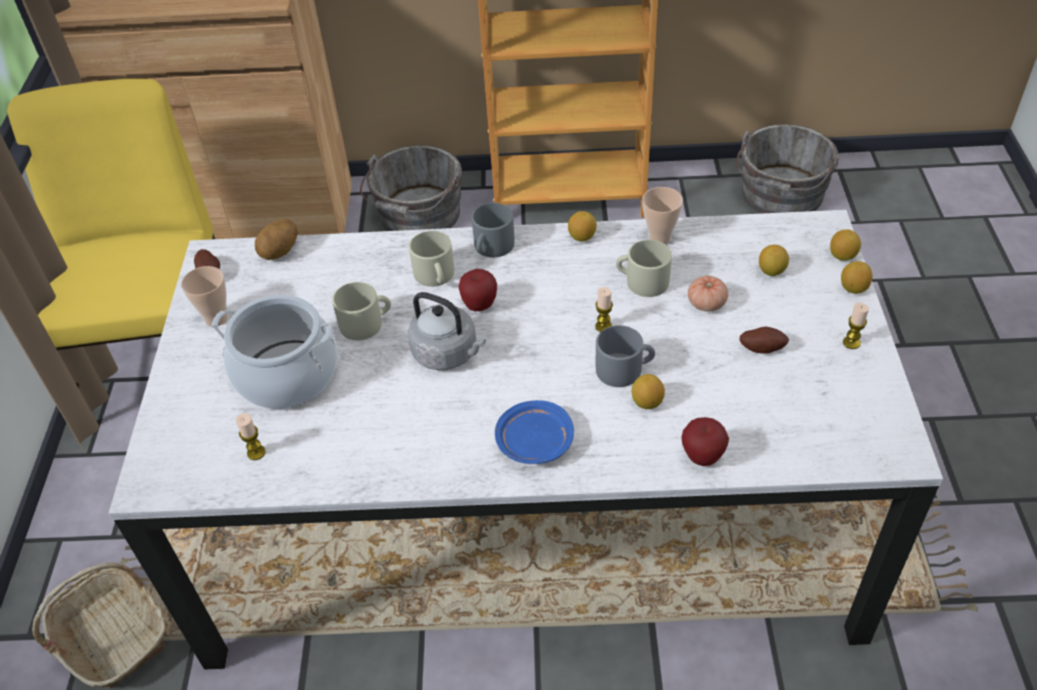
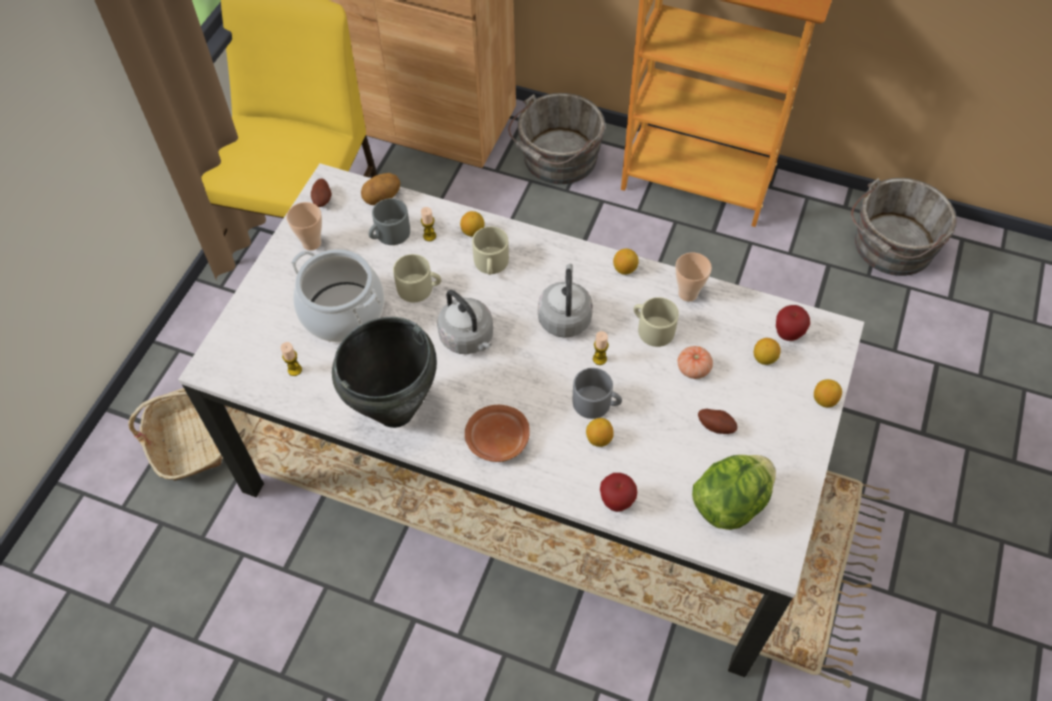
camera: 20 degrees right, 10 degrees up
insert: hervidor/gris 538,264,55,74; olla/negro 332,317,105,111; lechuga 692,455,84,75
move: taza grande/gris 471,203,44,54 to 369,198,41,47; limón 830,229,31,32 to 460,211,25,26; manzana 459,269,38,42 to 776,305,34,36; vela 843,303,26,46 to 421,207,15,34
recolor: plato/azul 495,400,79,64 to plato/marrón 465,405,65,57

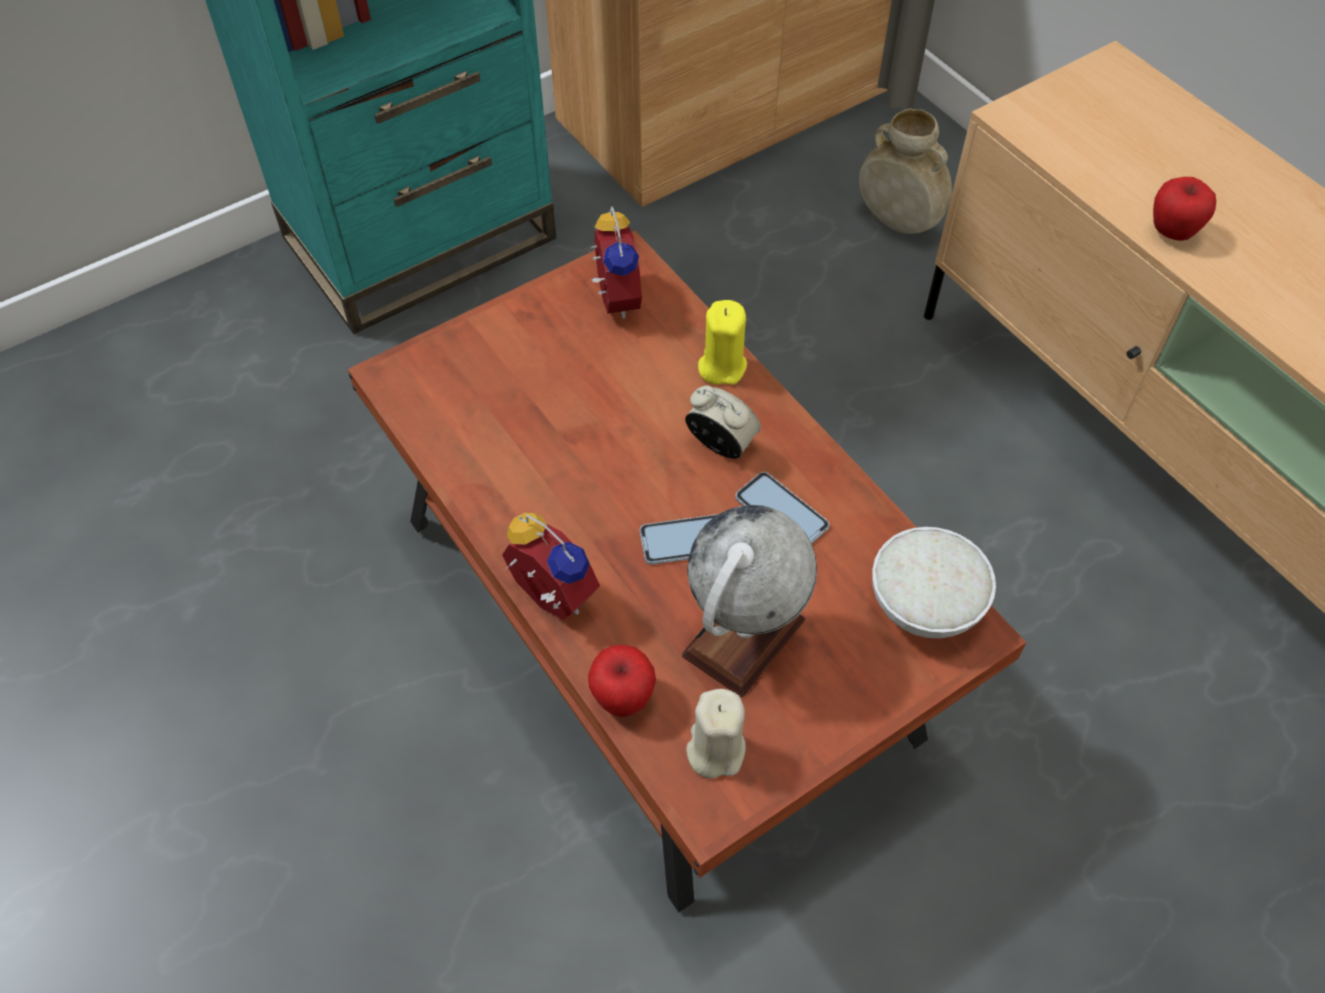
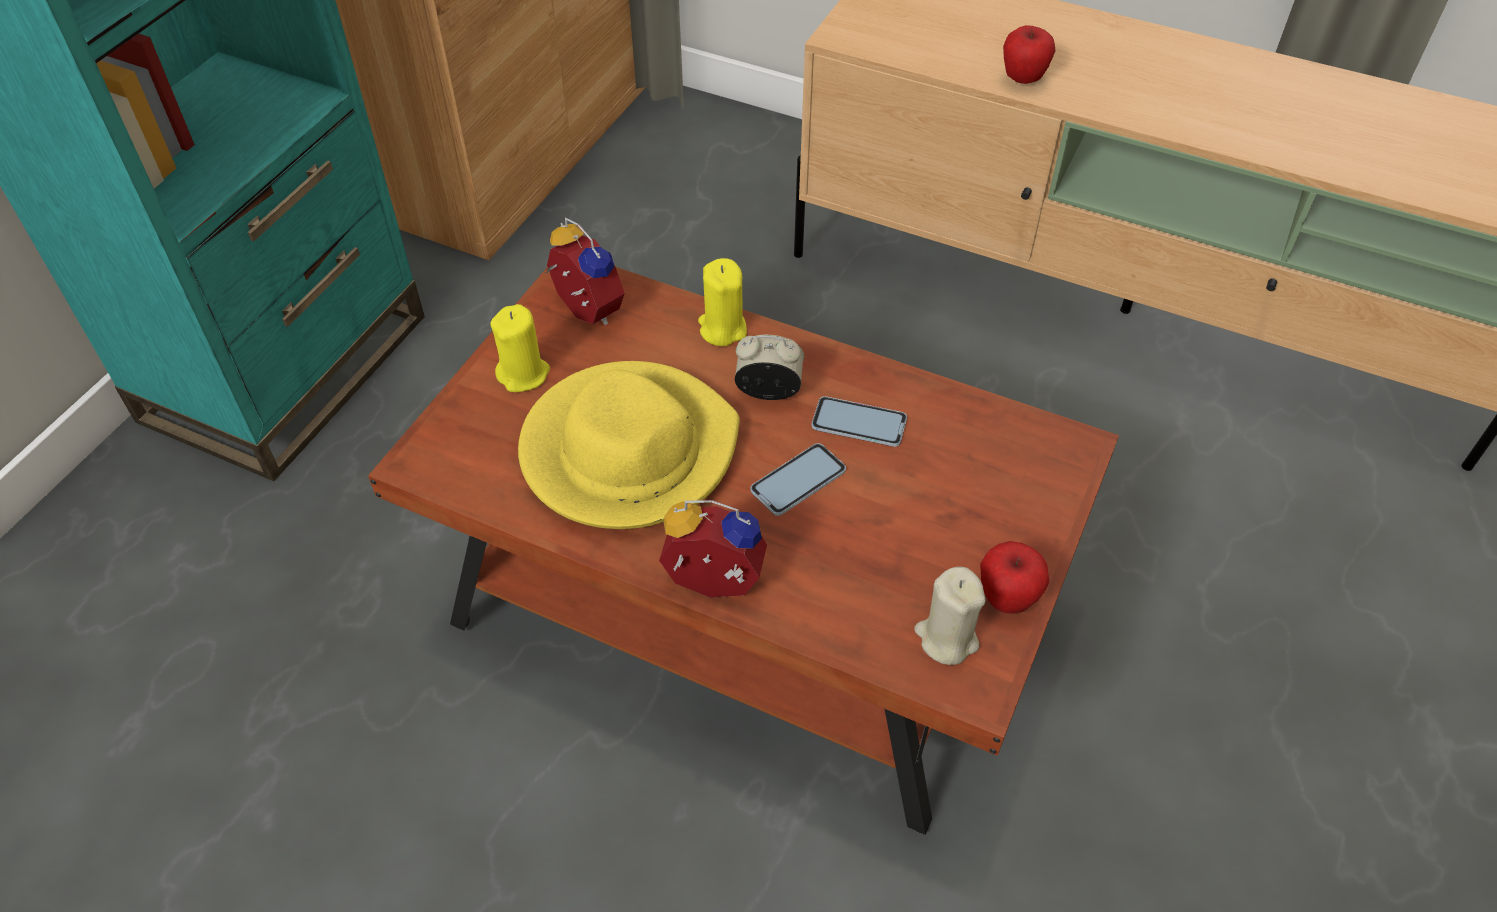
camera: 30 degrees left, 5 degrees down
delete: florero/beis 859,108,93,126; globo terráqueo 682,505,135,192; cuenco/blanco 872,527,124,112
insert: vela/amarillo 491,304,59,88; sombrero/amarillo 518,361,222,168
move: manzana 588,645,68,72 to 980,541,70,73

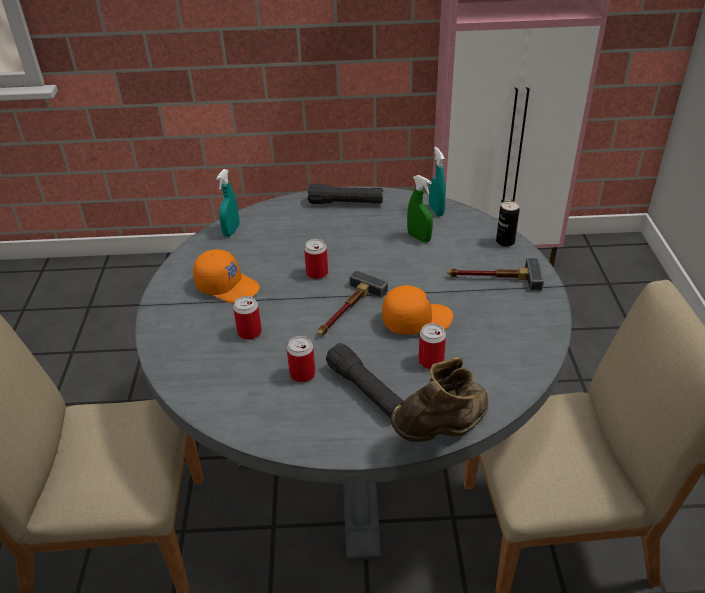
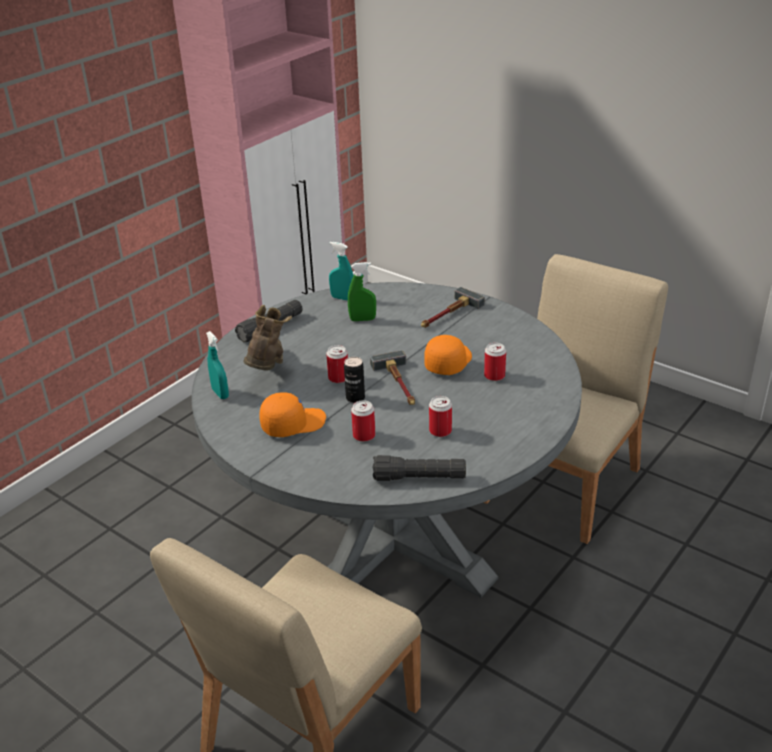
camera: 50 degrees left, 5 degrees down
move: lata 496,201,24,46 to 344,357,21,46; linterna/negro 326,343,78,75 to 373,455,93,26; bota/marrón 390,357,98,85 to 244,305,48,66

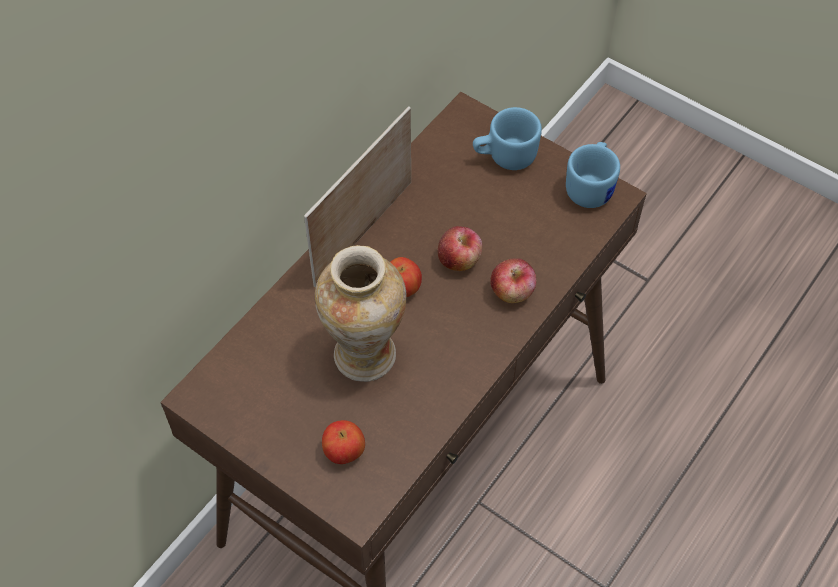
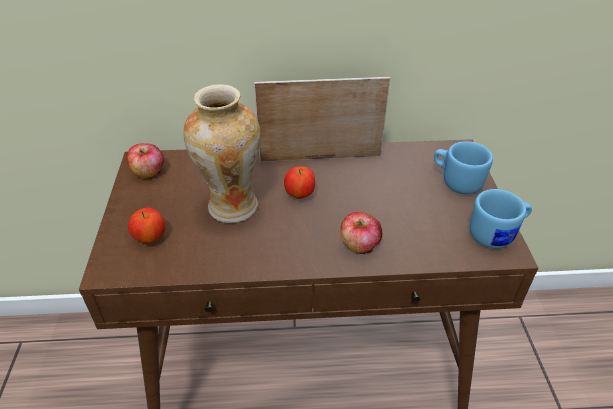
camera: 50 degrees right, 15 degrees down
move: manzana 438,226,44,45 to 126,143,38,36

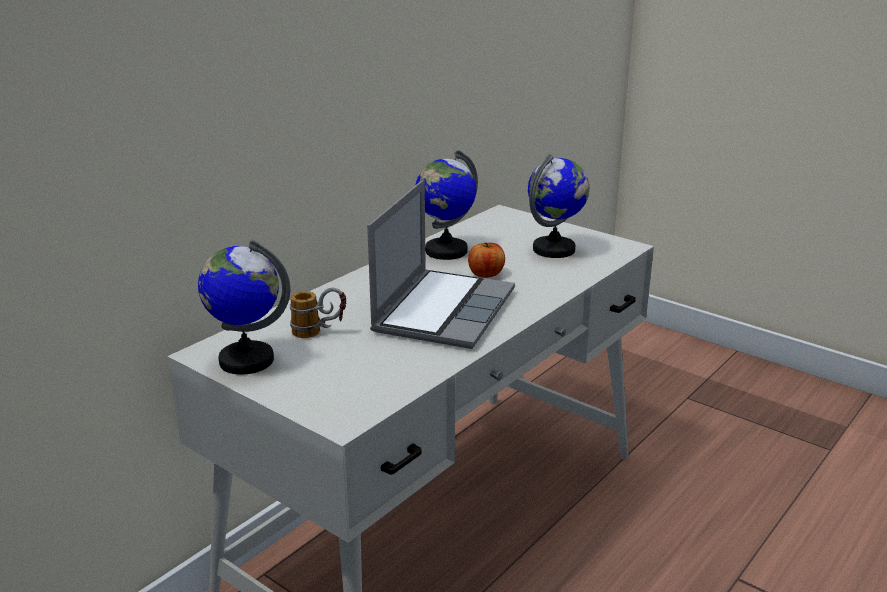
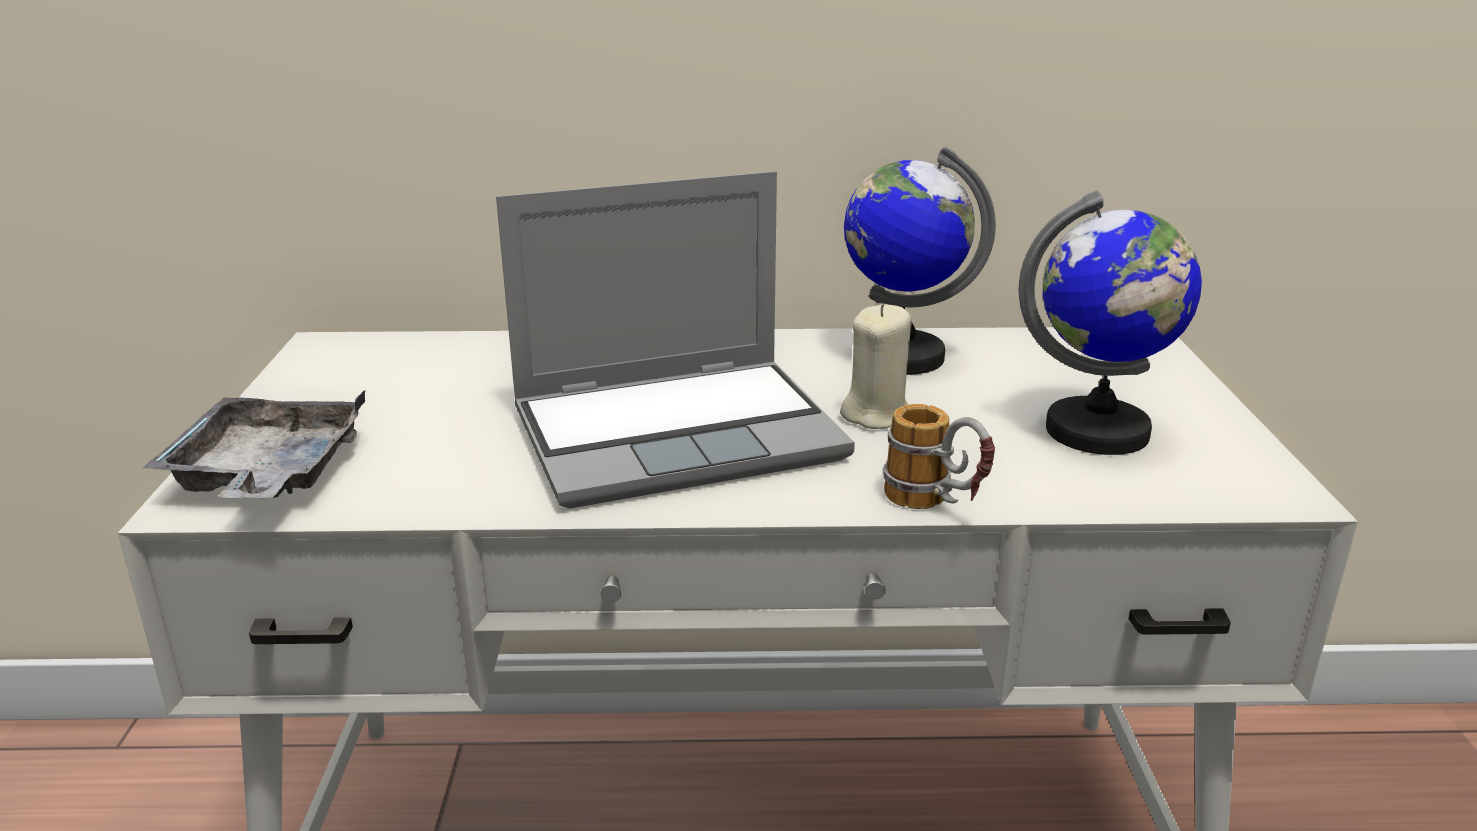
camera: 50 degrees right, 0 degrees up
delete: globo terráqueo 198,240,92,135
insert: bandeja/gris 143,389,223,110
move: taza grande 290,288,56,50 to 883,404,112,105
replace: manzana 468,243,37,35 to vela/beis 840,304,72,125

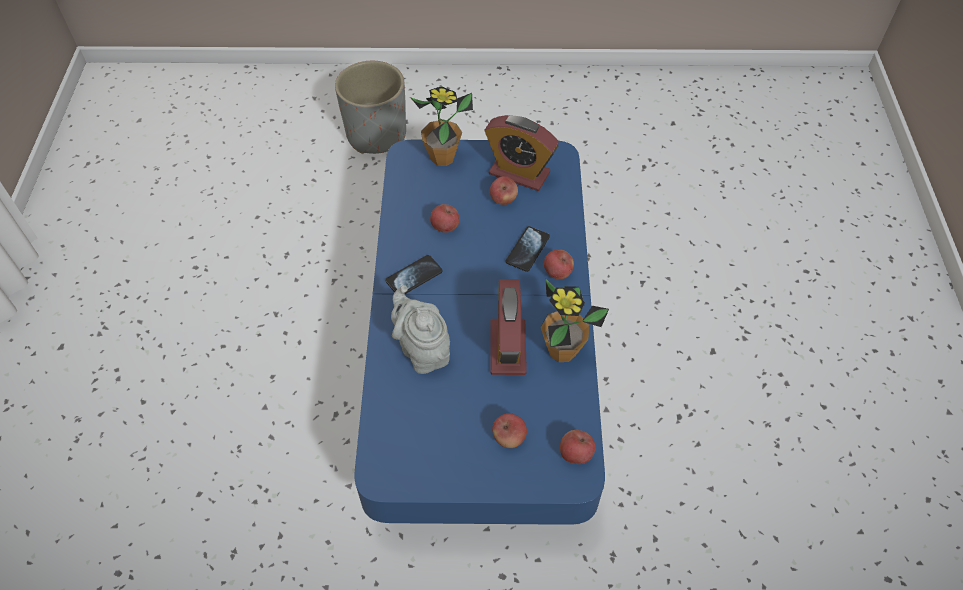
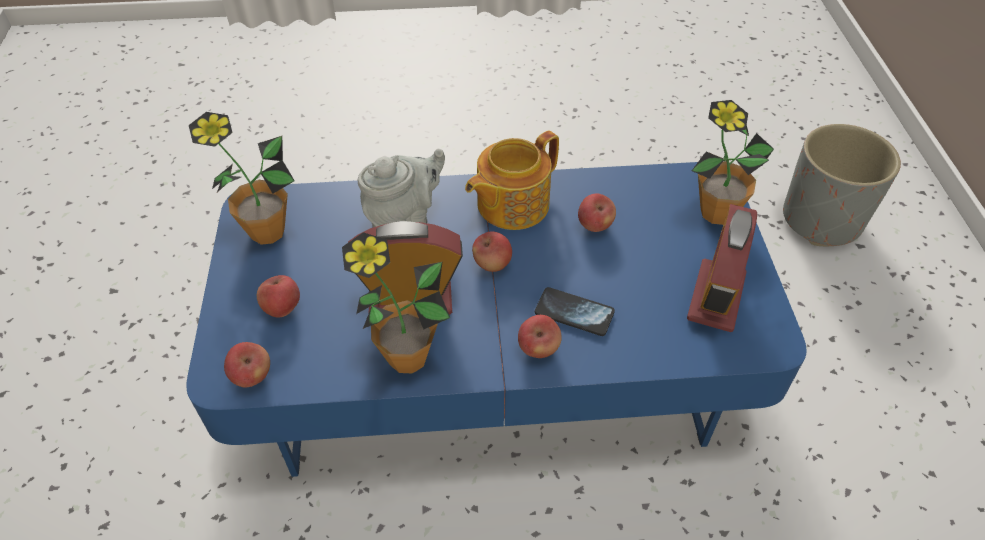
camera: 85 degrees right, 5 degrees down
insert: planta en maceta 189,112,106,133
move: manzana 490,176,28,29 to 472,231,40,41
replace: móvil 385,255,58,39 to tetera 465,130,94,100

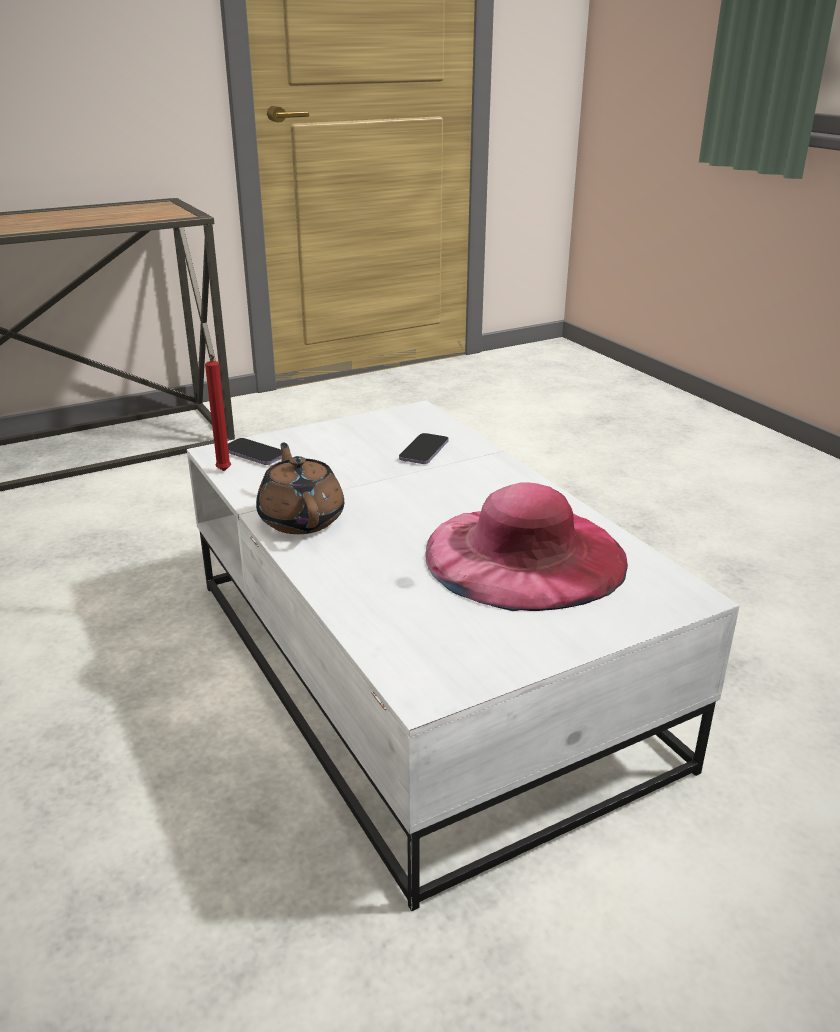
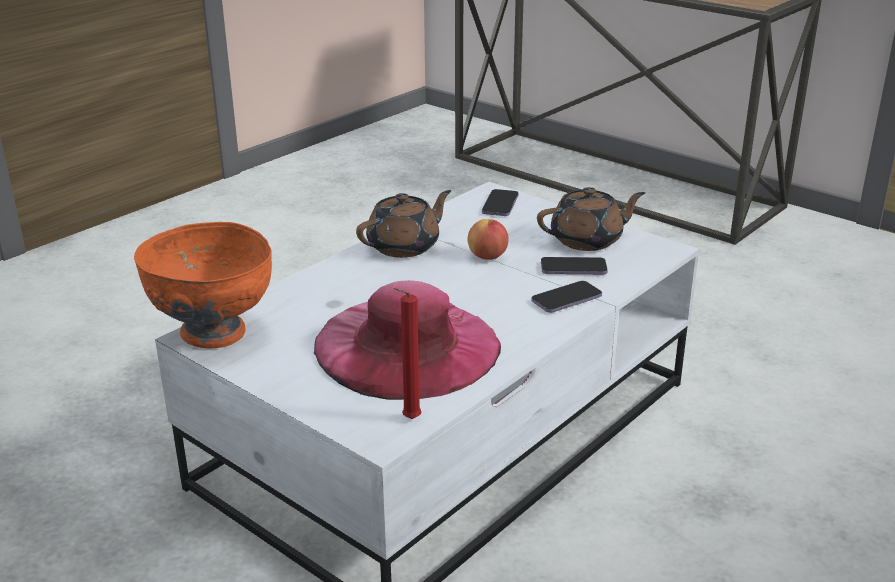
camera: 70 degrees right, 0 degrees up
insert: tetera/marrón 537,187,108,64; manzana 467,219,42,41; cuenco/naranja 134,222,138,126; móvil 531,281,71,32
move: vela/rojo 205,354,26,117 to 393,288,28,131

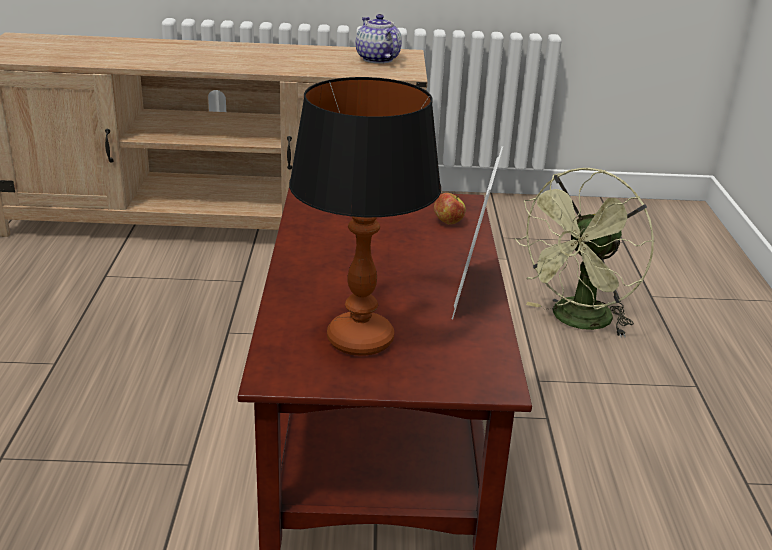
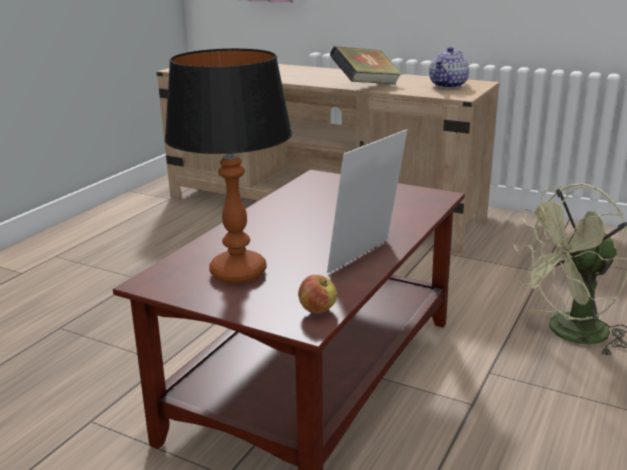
camera: 30 degrees right, 5 degrees down
insert: libro 330,46,72,39
move: manzana 434,193,32,31 to 298,275,39,38
rotate: tetera 356,14,46,50 = 429,47,40,42 150 degrees counterclockwise

